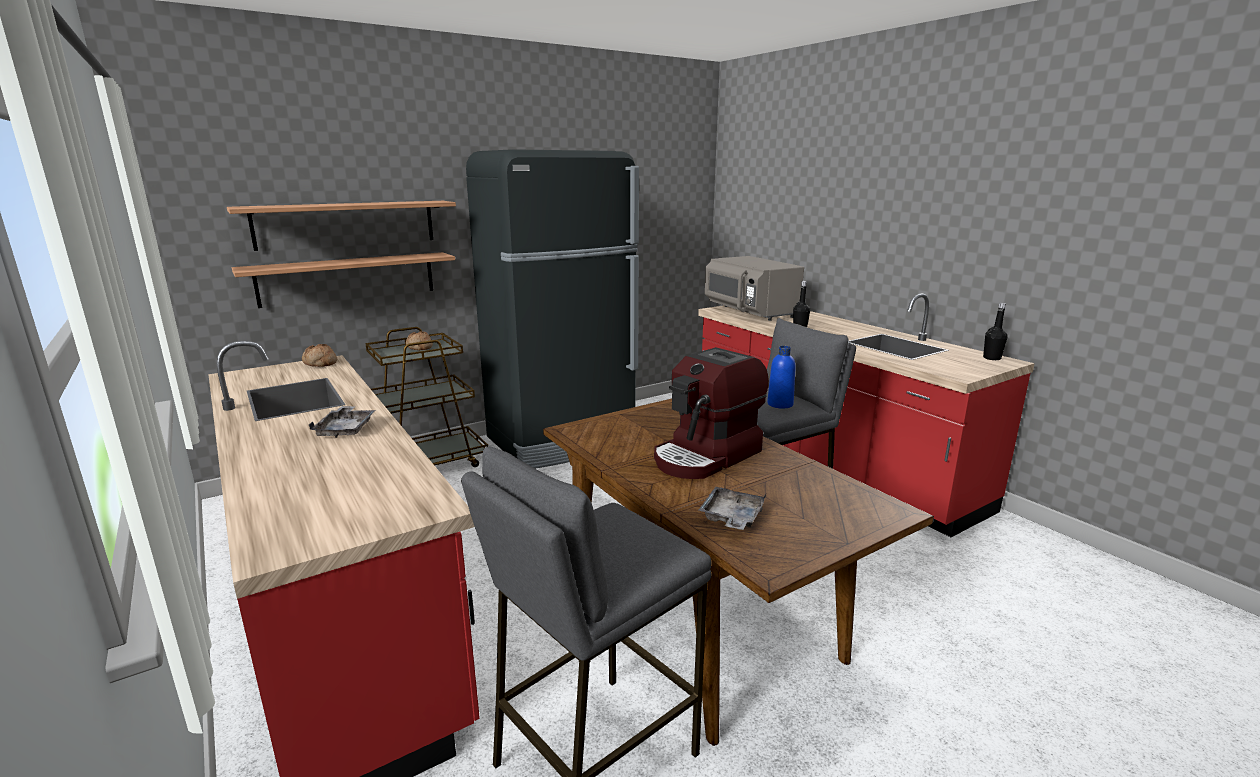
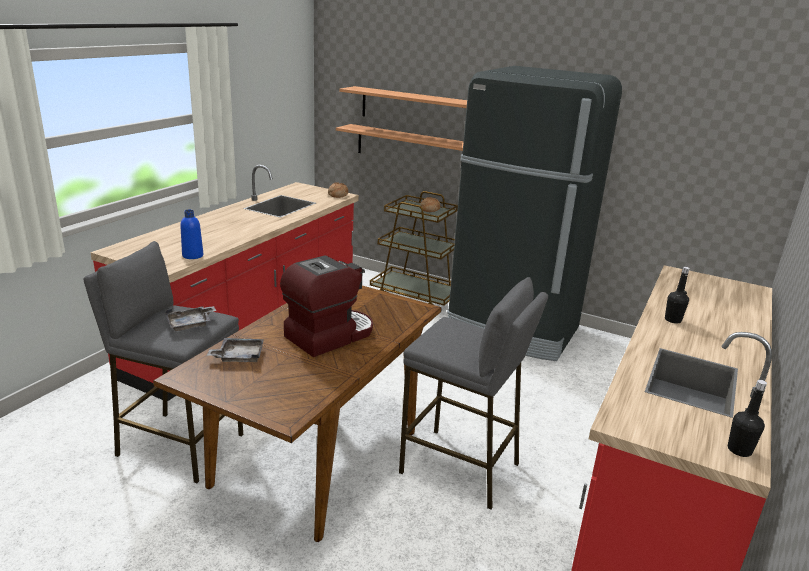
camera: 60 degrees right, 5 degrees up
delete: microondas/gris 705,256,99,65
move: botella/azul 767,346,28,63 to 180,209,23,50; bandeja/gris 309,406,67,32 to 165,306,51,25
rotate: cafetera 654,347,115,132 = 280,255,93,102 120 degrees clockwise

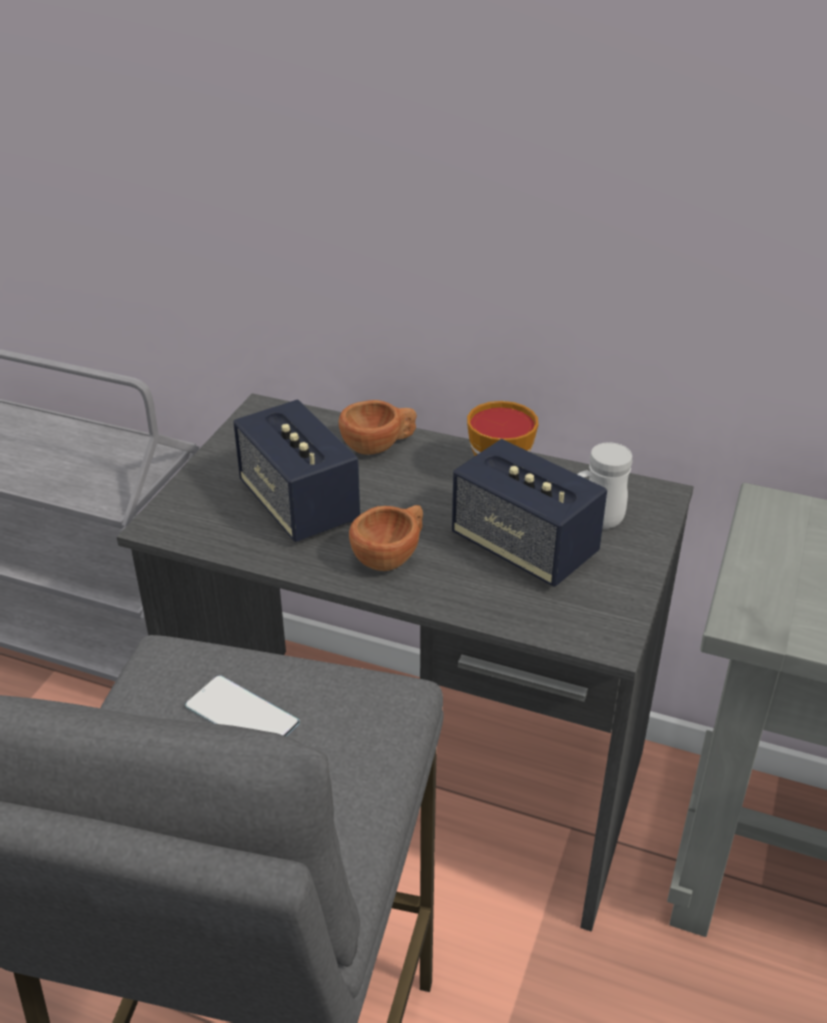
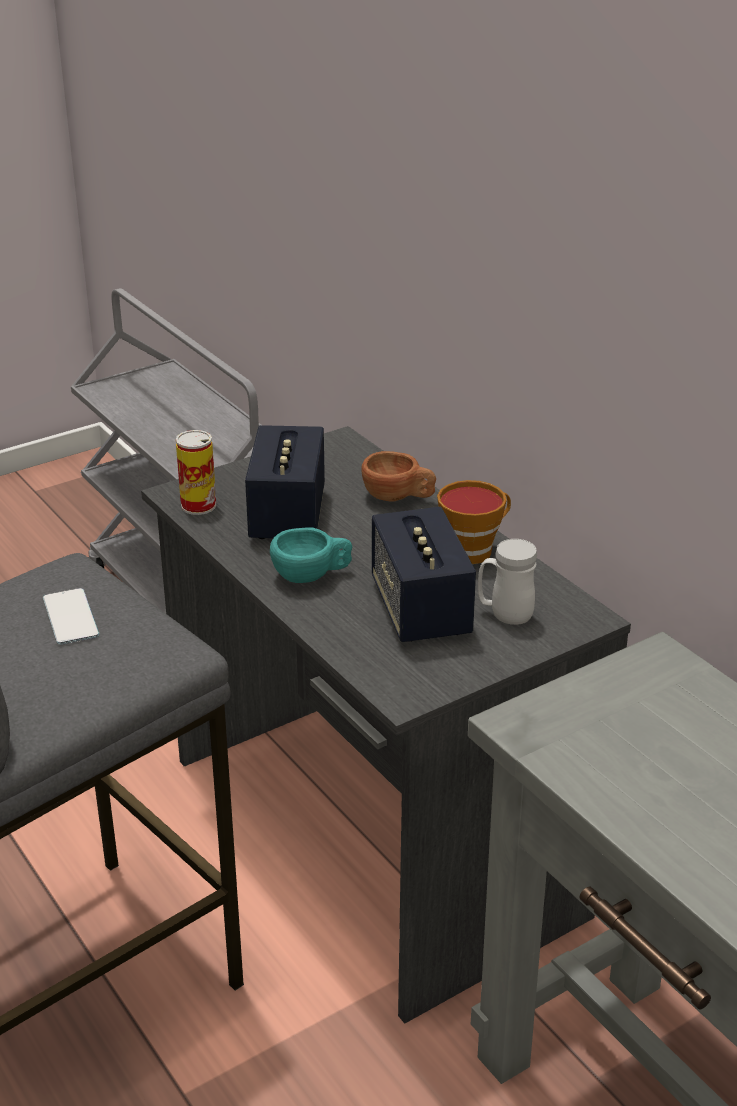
camera: 35 degrees right, 5 degrees down
insert: lata 176,430,40,85
recolor: taza/marrón 349,505,74,66 to taza/turquesa 270,527,82,56

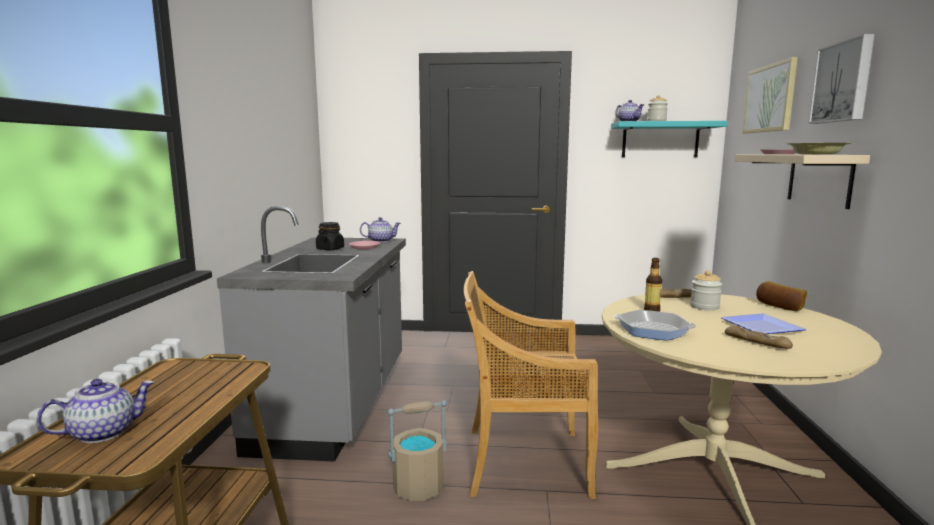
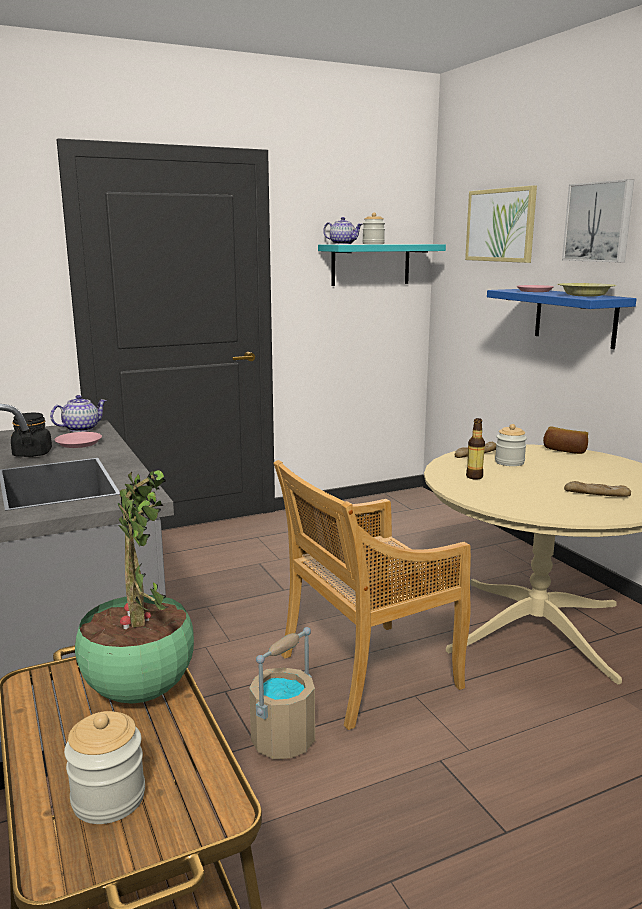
camera: 30 degrees left, 5 degrees up
delete: sartén 614,310,82,30; plato 721,313,85,21
insert: planta en maceta 75,470,119,234
replace: tetera 37,379,117,64 to tarro 64,711,81,113
recolor: estante/beis 735,155,135,54 to estante/azul 487,289,149,60

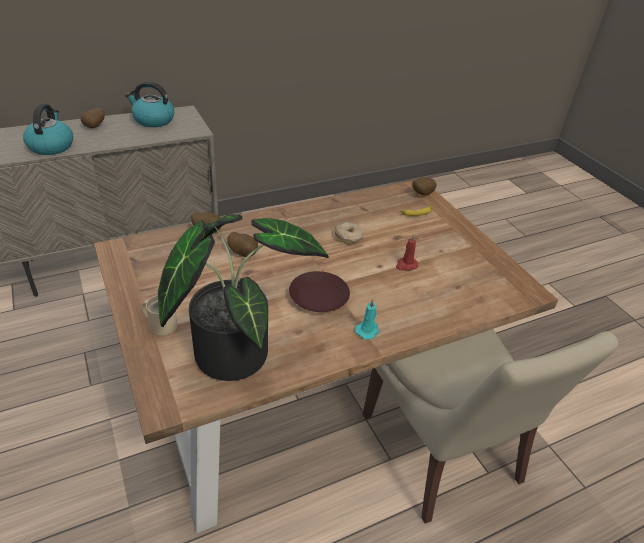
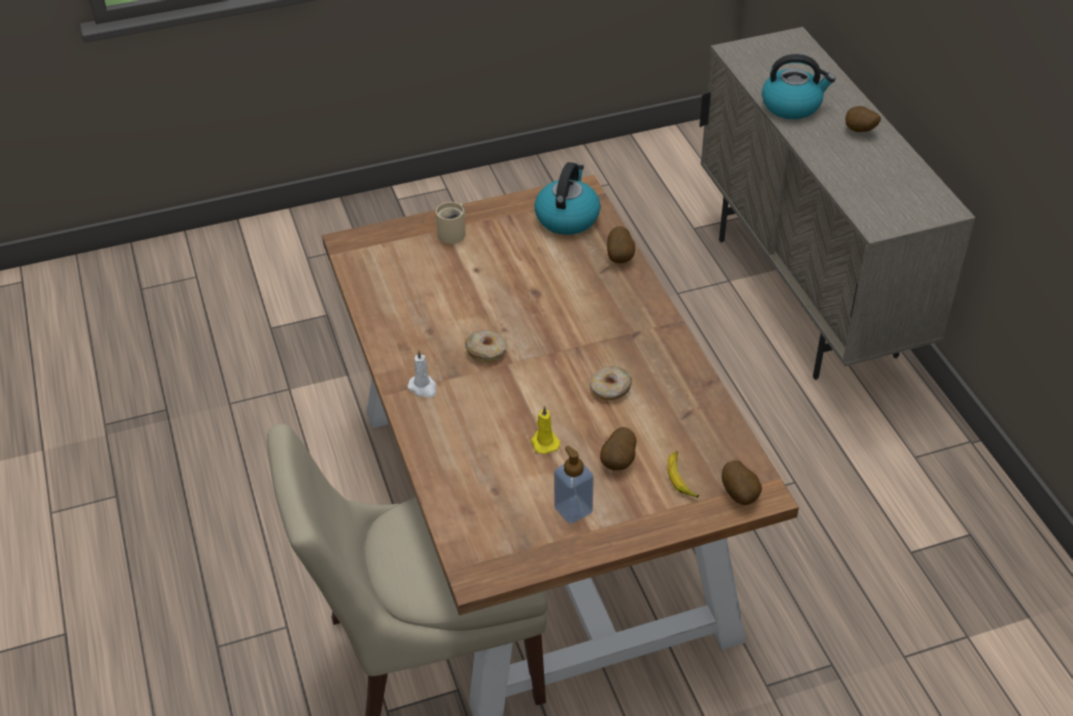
camera: 100 degrees right, 5 degrees up
delete: planta en maceta 158,214,171,167
insert: dispensador de jabón 554,446,40,78
move: hervidor 125,81,49,46 to 534,162,67,73; patata 227,232,31,25 to 600,427,36,43
replace: plato/marrón 289,271,61,41 to rosquilla 465,330,42,32
recolor: vela/rojo 396,234,22,37 to vela/amarillo 531,406,29,48; vela/turquesa 355,299,24,41 to vela/blanco 408,350,29,48

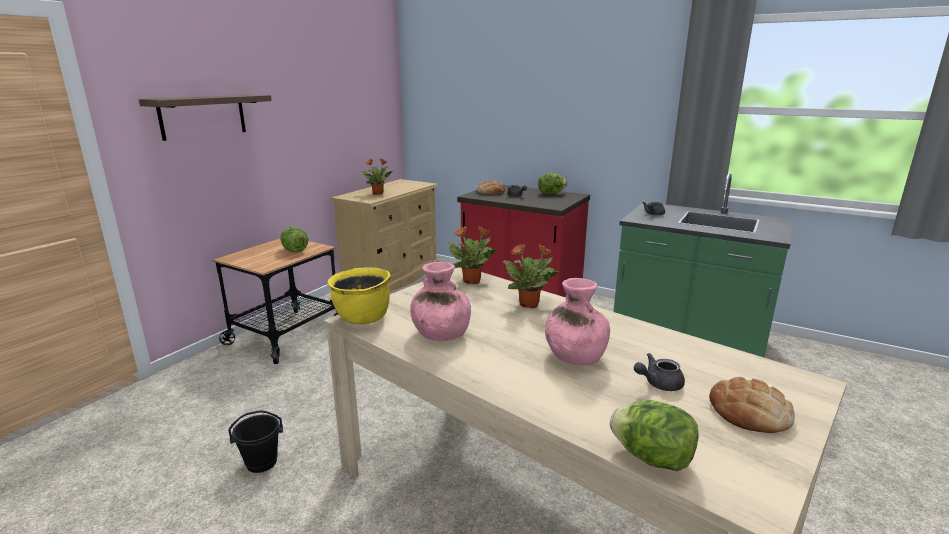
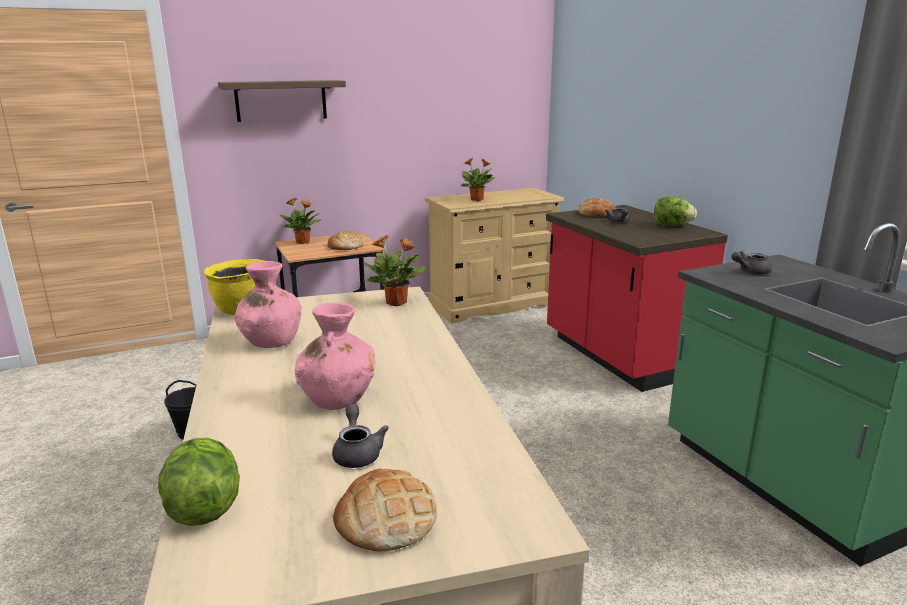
camera: 35 degrees right, 0 degrees up
move: planta en maceta 503,244,56,64 to 280,198,41,46
replace: lechuga 280,227,28,25 to pan 327,231,36,19
rotate: tetera/gris 634,353,51,38 = 332,404,57,64 60 degrees clockwise

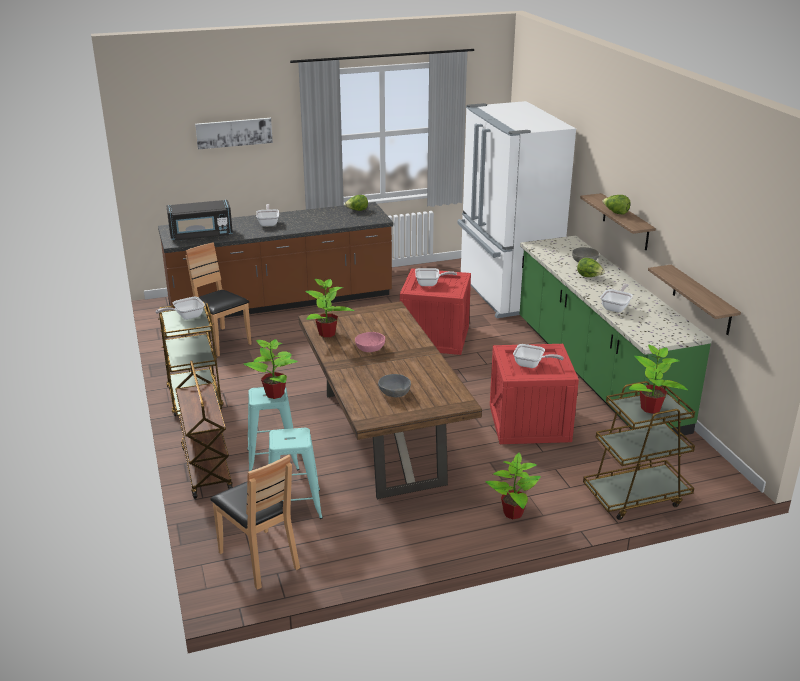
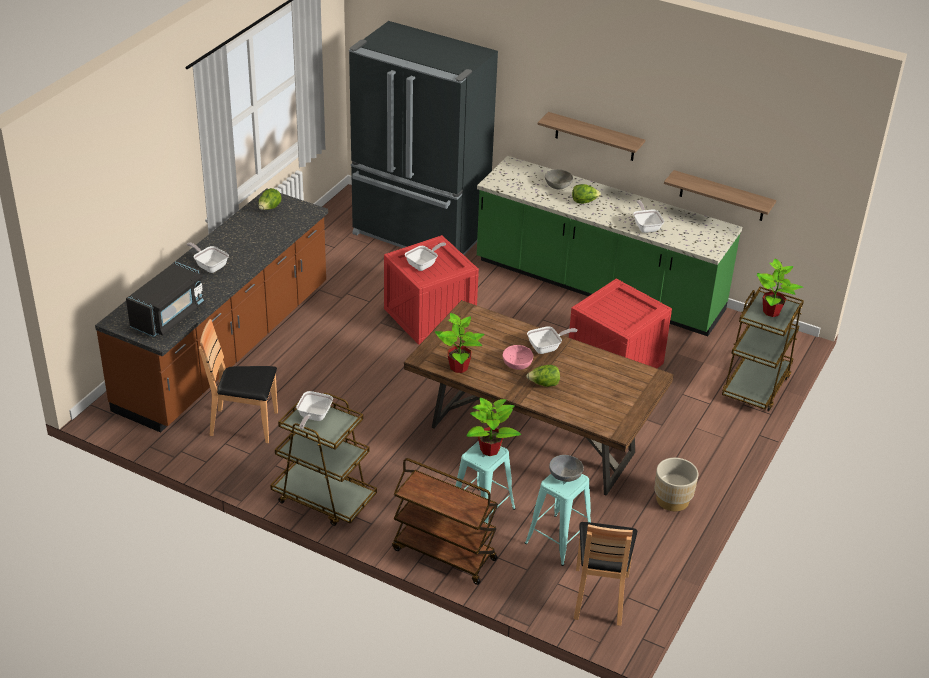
camera: 45 degrees left, 10 degrees up
delete: cuadro 195,118,78,31; planta en maceta 486,453,55,66
insert: maceta/beis 655,458,43,53
move: lechuga 602,195,29,19 to 526,365,34,22; sartén 513,344,51,24 to 527,326,51,28; cuenco/gris 378,374,33,23 to 549,455,35,27
recolor: nevera/blanco 458,101,118,217 to nevera/negro 349,21,149,234
rotate: silla/marrón 210,455,90,135 = 574,522,63,104 90 degrees clockwise

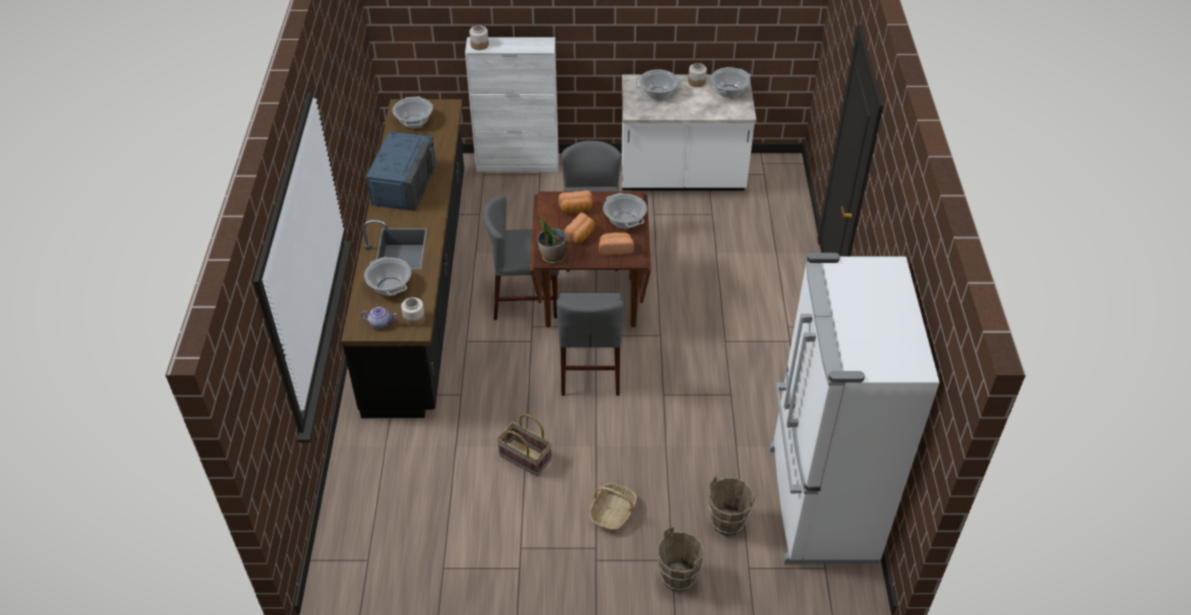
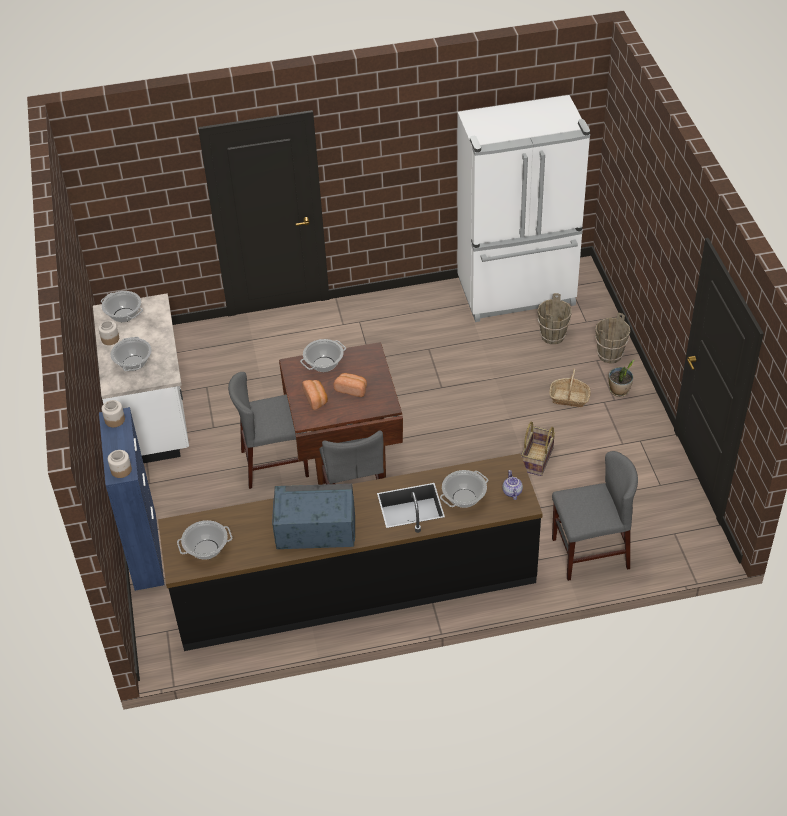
camera: 100 degrees left, 0 degrees up
delete: pan 599,232,35,23
move: planta en maceta 538,216,29,48 to 609,360,25,37; silla/gris 556,293,68,103 to 552,451,86,130; tarro 401,297,24,30 to 102,400,23,27
recolor: armario/blanco 465,37,94,135 to armario/azul 99,407,65,184

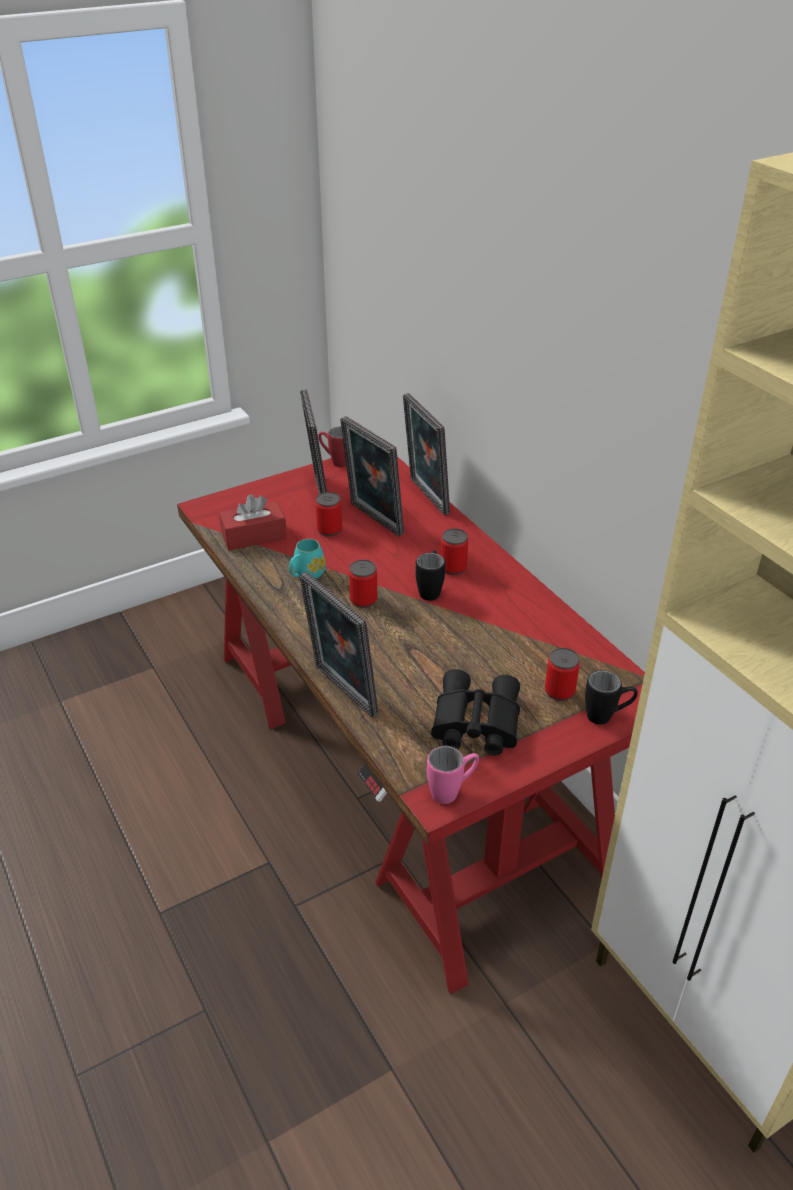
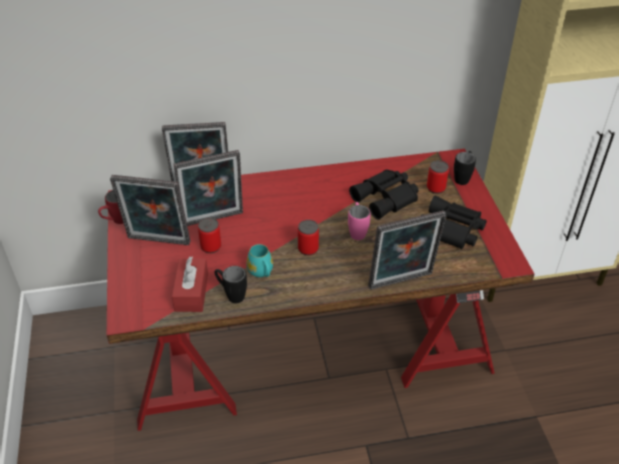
camera: 70 degrees left, 5 degrees up
delete: lata 441,529,27,46
insert: prismáticos/negro 349,169,69,50
move: taza grande/negro 415,550,30,51 to 215,266,32,37; taza grande/rosa 427,746,52,58 to 348,202,23,38

